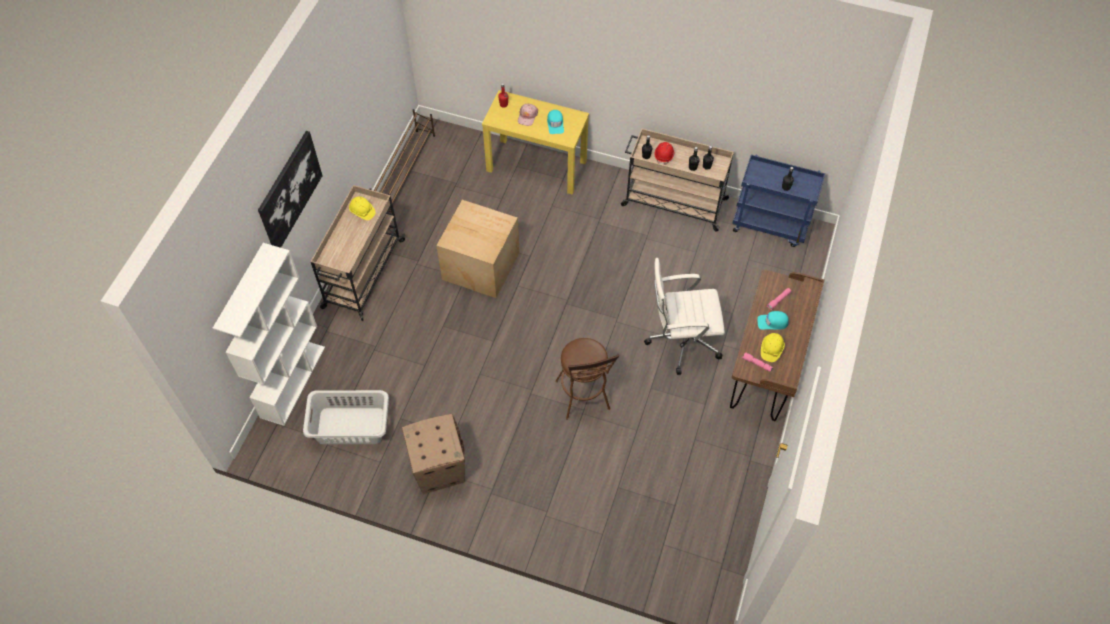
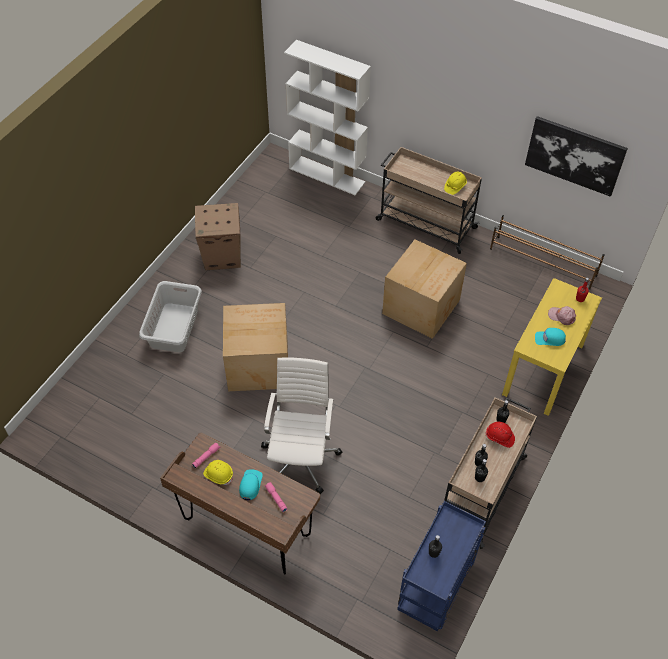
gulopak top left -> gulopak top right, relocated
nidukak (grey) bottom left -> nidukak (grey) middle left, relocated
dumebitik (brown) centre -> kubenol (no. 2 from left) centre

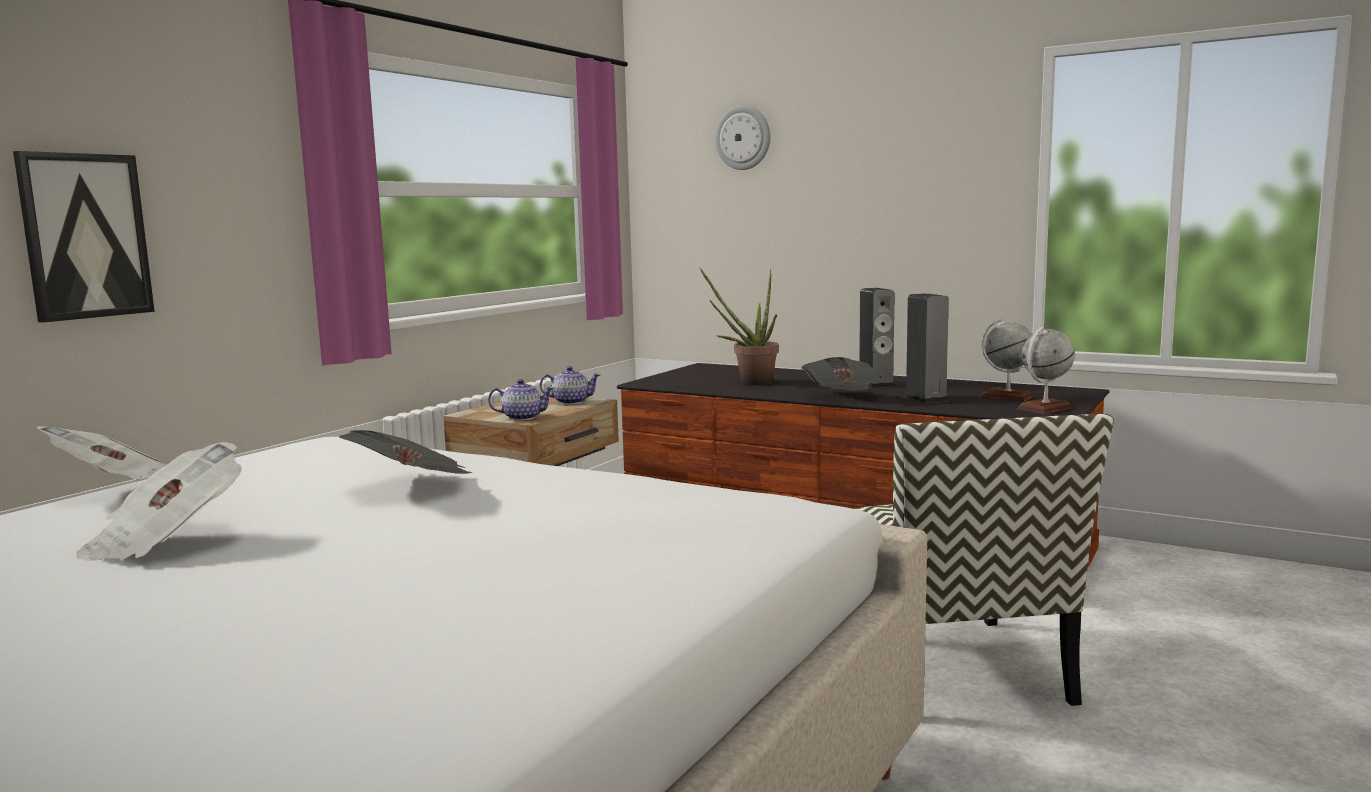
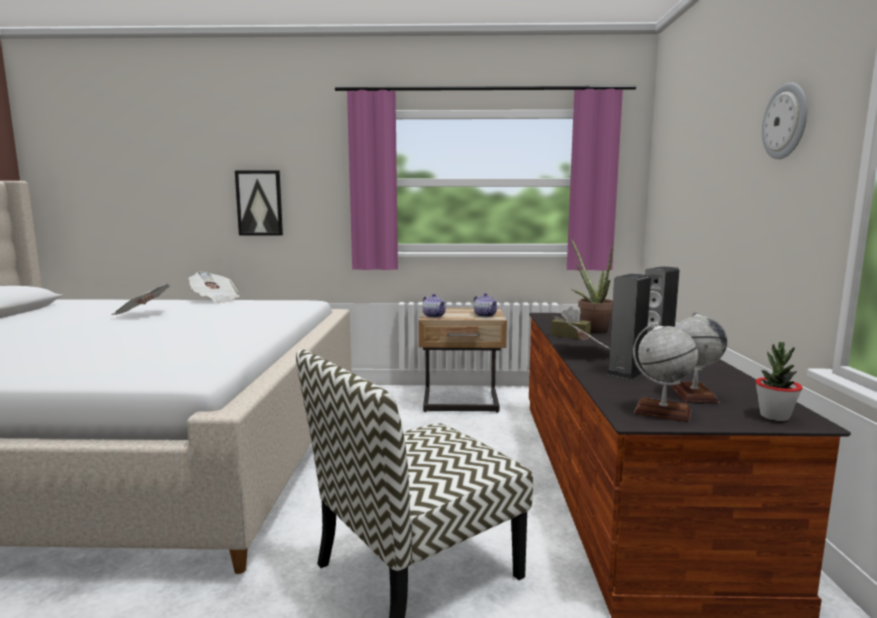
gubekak (no. 3 from left) middle left -> none
none -> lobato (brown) centre
none -> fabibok (no. 2 from left) middle right
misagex top centre -> misagex top right, relocated

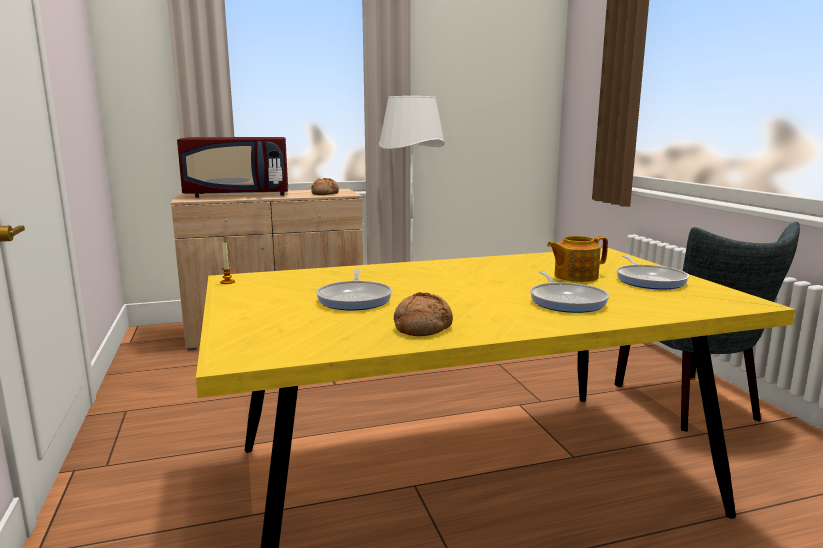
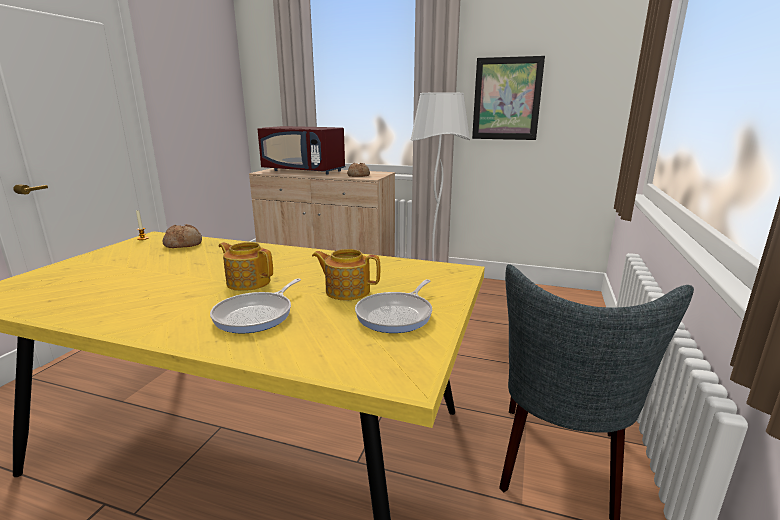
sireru (no. 1 from left) centre -> none
none -> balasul (no. 1 from left) middle left
none -> gulopak top centre
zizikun (no. 2 from left in the first image) centre -> zizikun (no. 1 from left) middle left, relocated

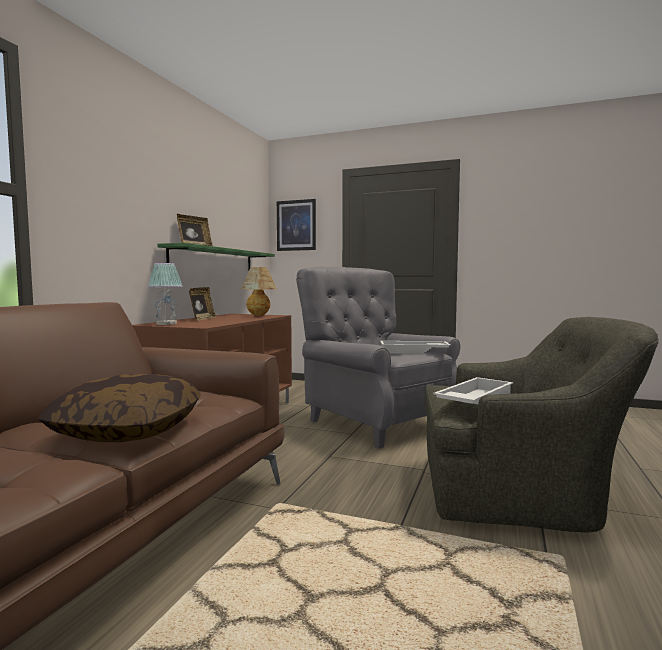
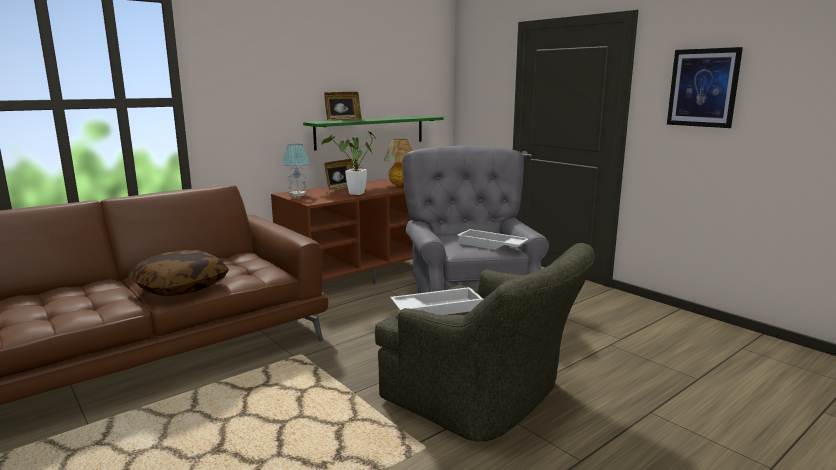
none -> fabibok centre
gulopak centre -> gulopak top right, relocated

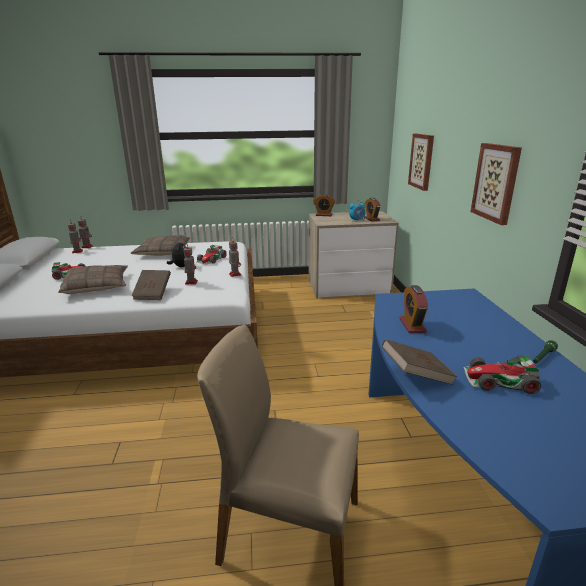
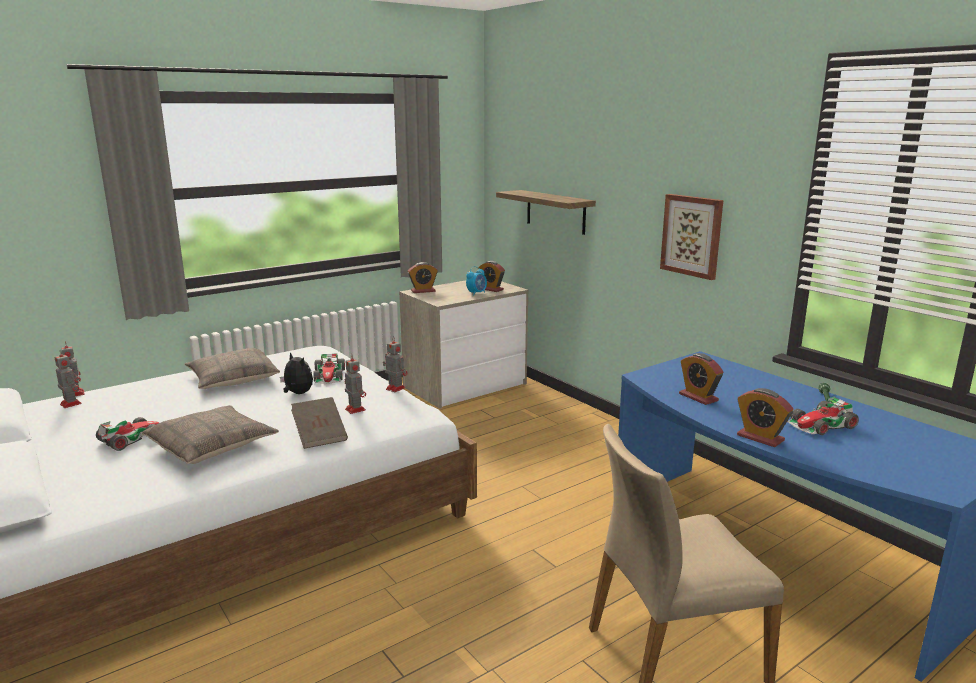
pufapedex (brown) (no. 2 from left) middle right -> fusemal (no. 5 from left) middle right
gulopak (no. 1 from left) top right -> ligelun top centre

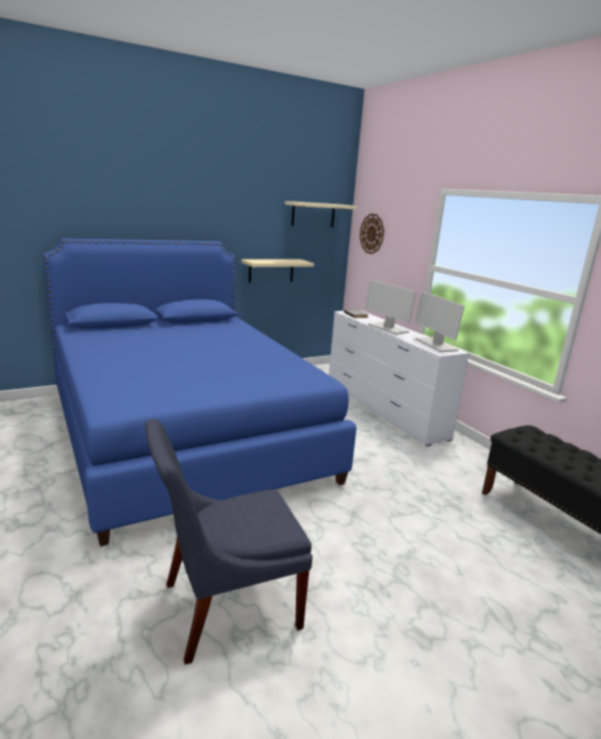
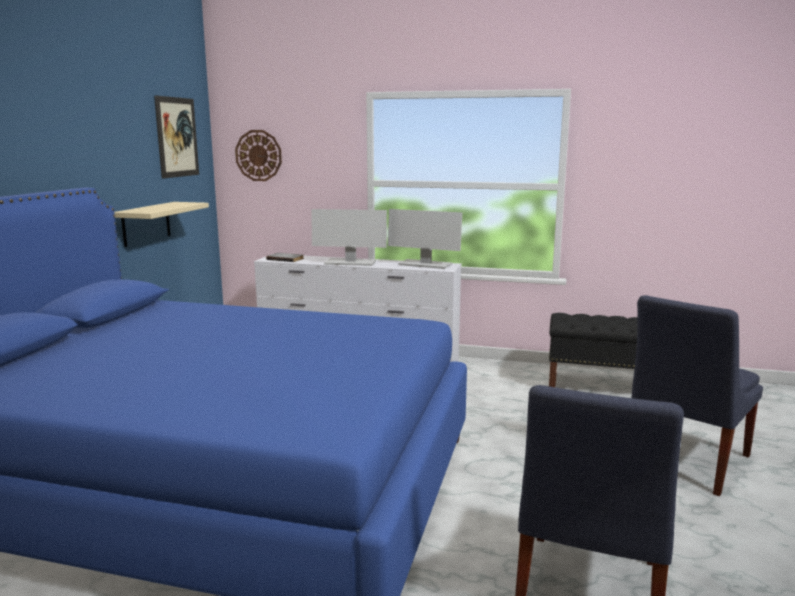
none -> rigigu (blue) (no. 2 from left) middle right
ligelun (beige) (no. 2 from left) top centre -> gulopak top left

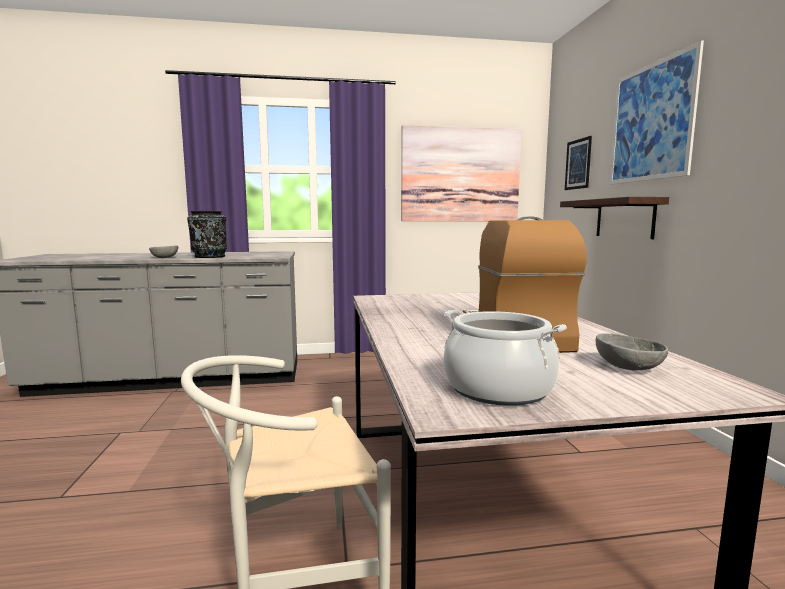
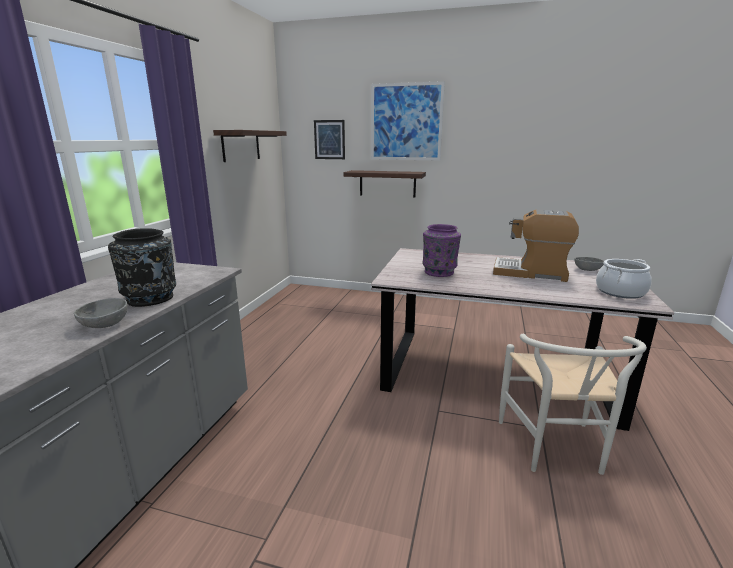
none -> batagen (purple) centre
gulopak (no. 1 from left) top centre -> ligelun (no. 1 from left) top centre

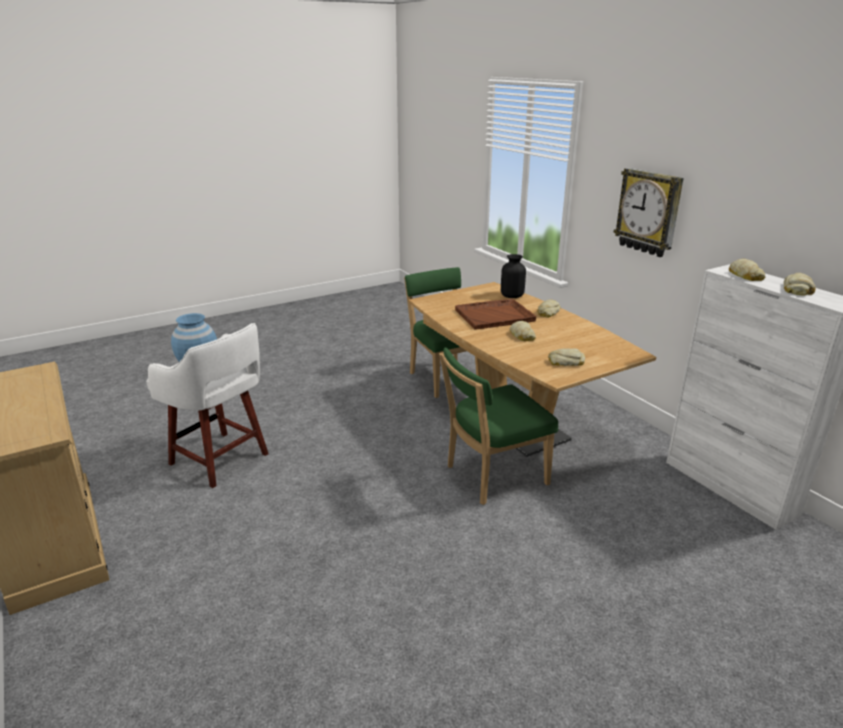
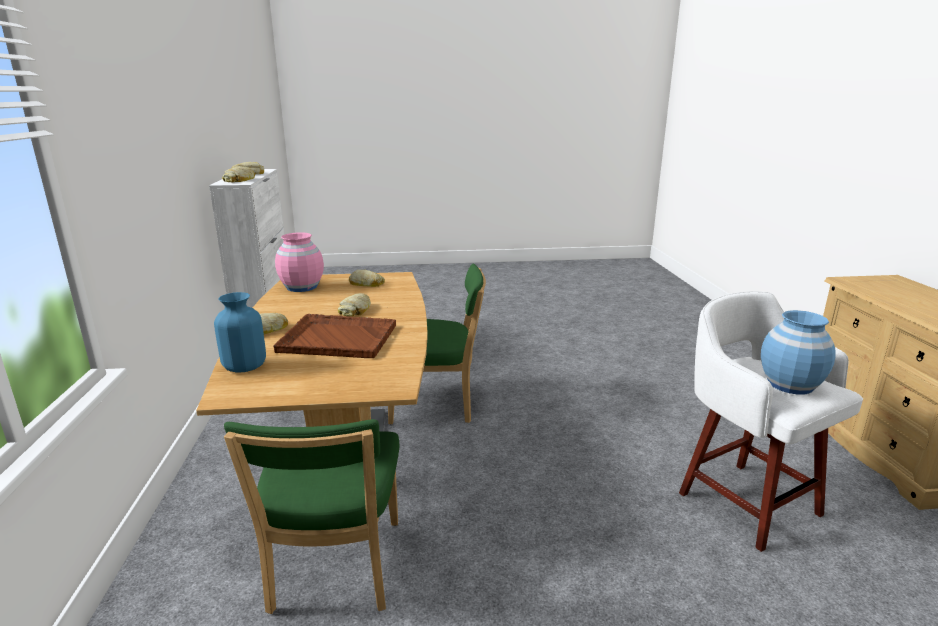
misagex top right -> none
none -> batagen (pink) middle left
batagen (black) centre -> batagen (blue) (no. 1 from left) middle left

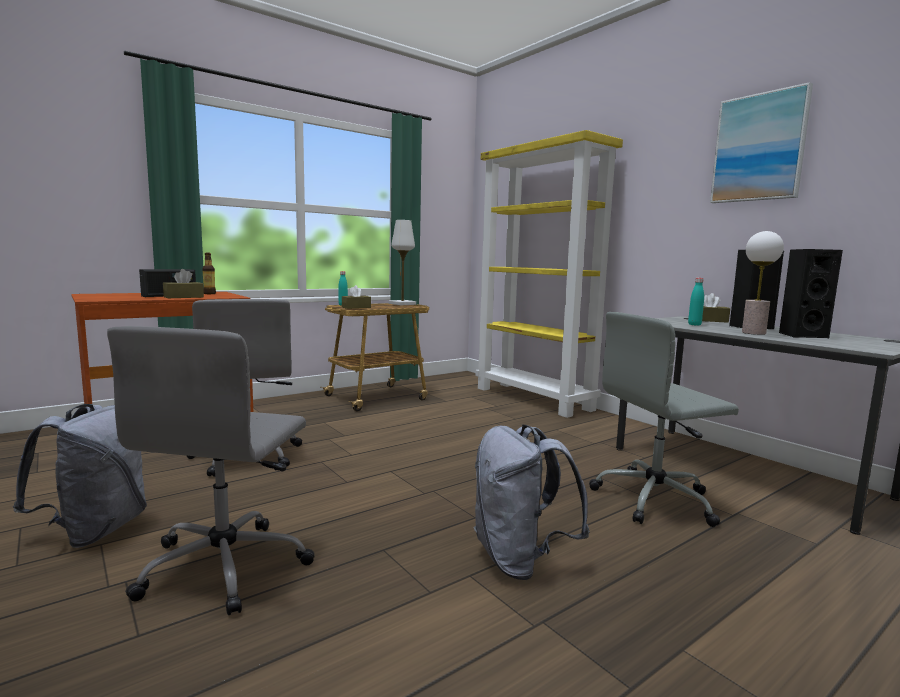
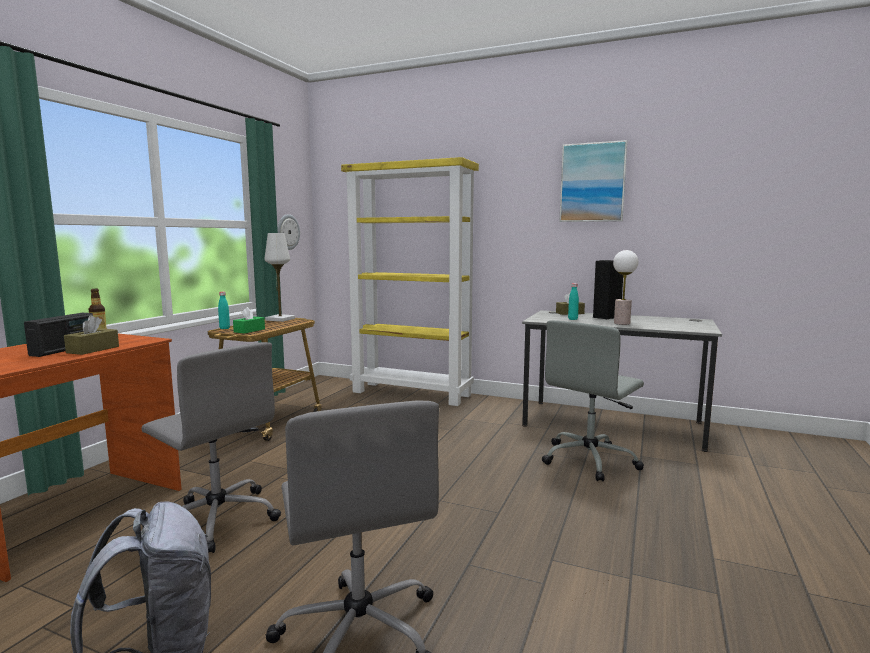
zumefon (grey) (no. 2 from left) bottom centre -> none
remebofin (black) (no. 2 from left) middle right -> none
none -> misagex middle left
lobato (brown) (no. 2 from left) centre -> lobato (green) middle left

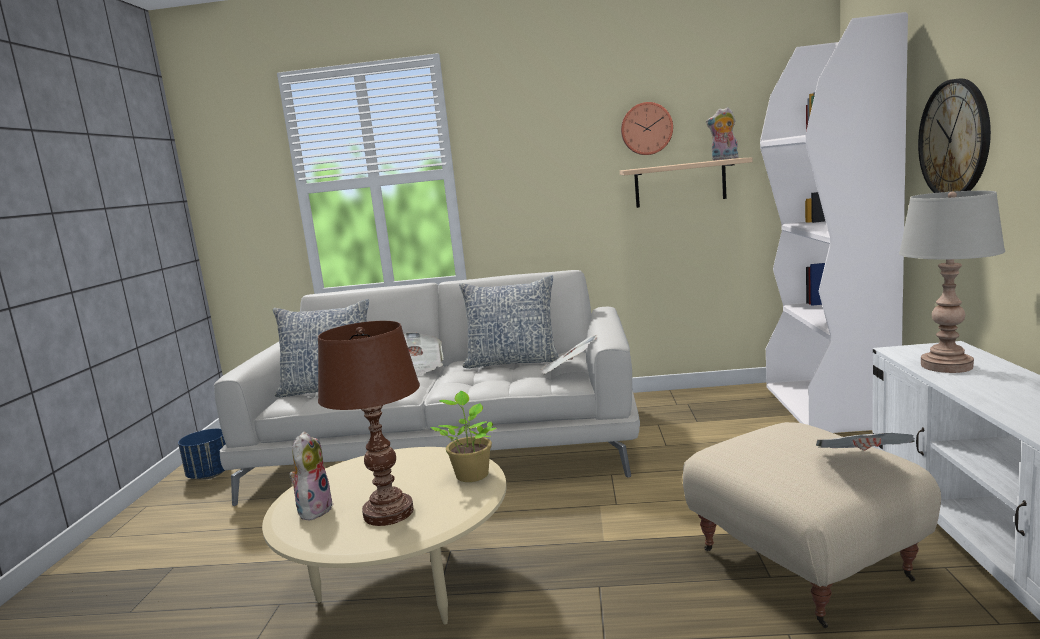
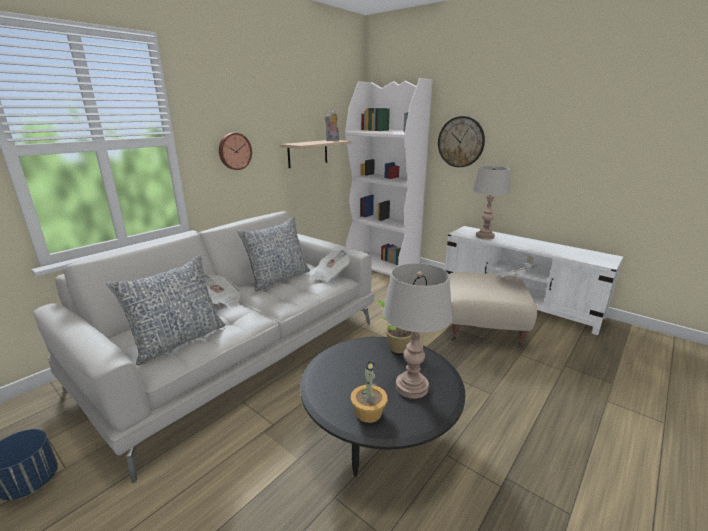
misagex (no. 1 from left) top centre -> misagex (no. 1 from left) top left, relocated
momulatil (no. 1 from left) bottom left -> fabibok (no. 1 from left) bottom centre
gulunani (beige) bottom centre -> gulunani (black) bottom centre
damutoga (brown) centre -> damutoga (grey) (no. 1 from left) centre

